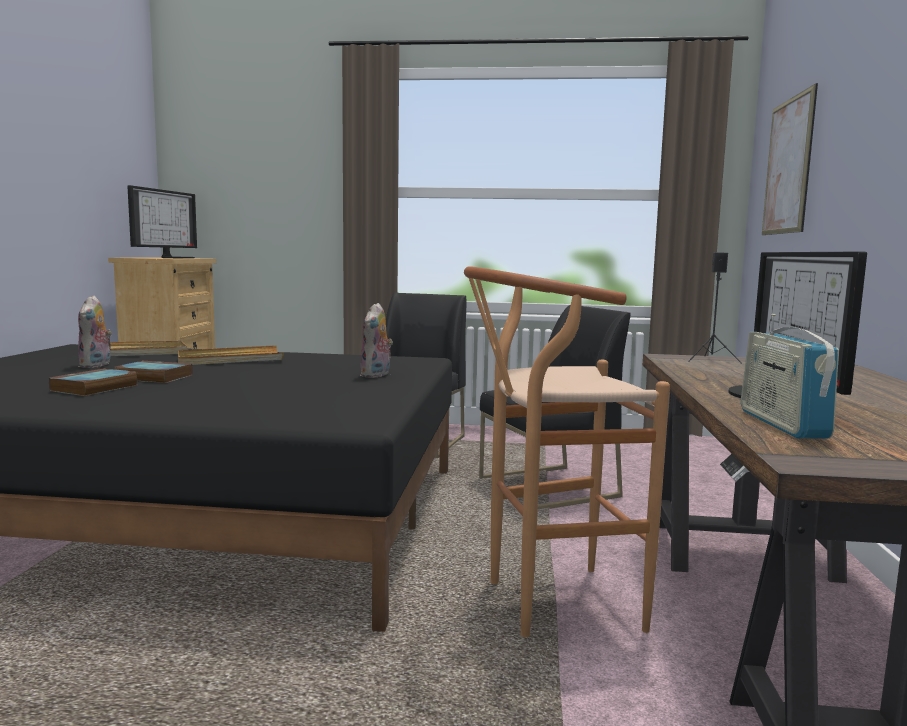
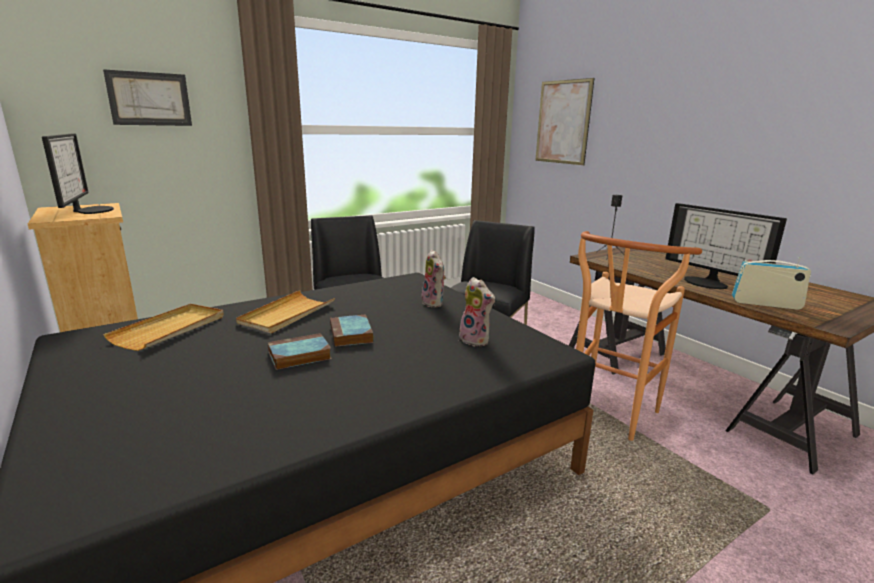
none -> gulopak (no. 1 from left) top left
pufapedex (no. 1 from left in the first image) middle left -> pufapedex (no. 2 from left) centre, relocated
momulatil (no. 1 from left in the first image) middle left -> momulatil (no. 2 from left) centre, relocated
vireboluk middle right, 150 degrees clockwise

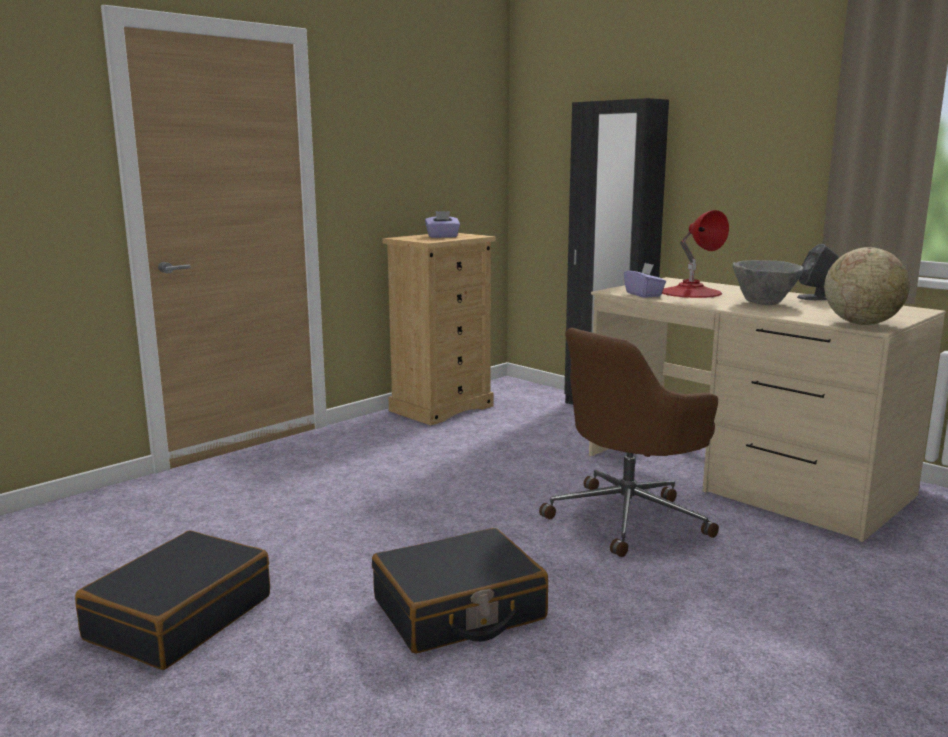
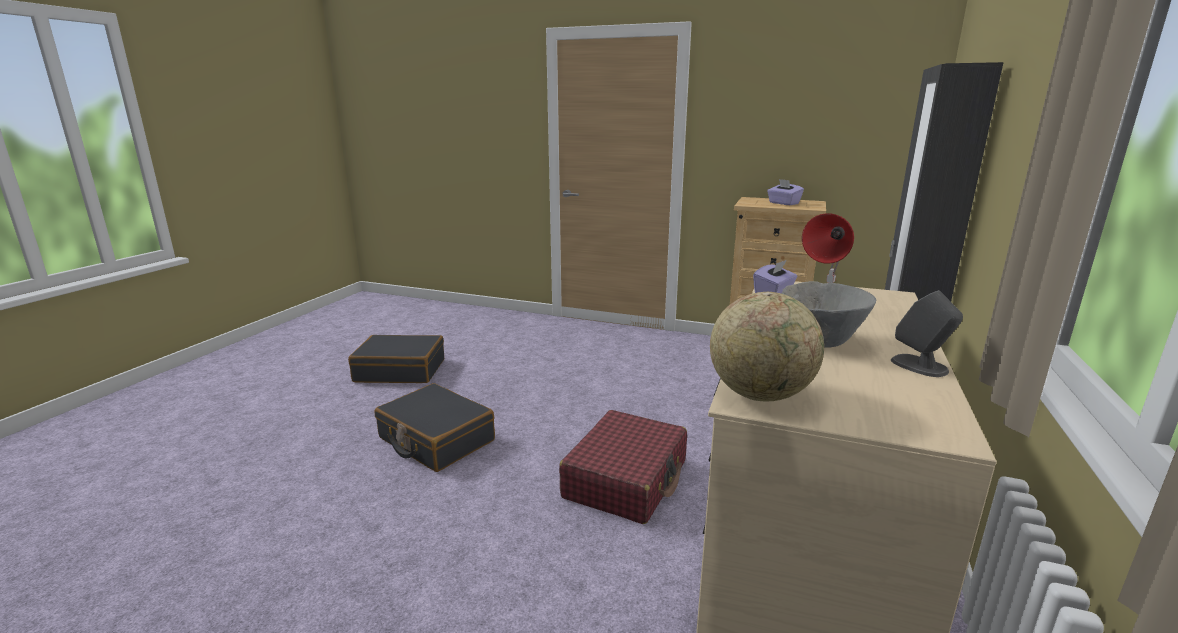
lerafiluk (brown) centre -> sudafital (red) bottom centre

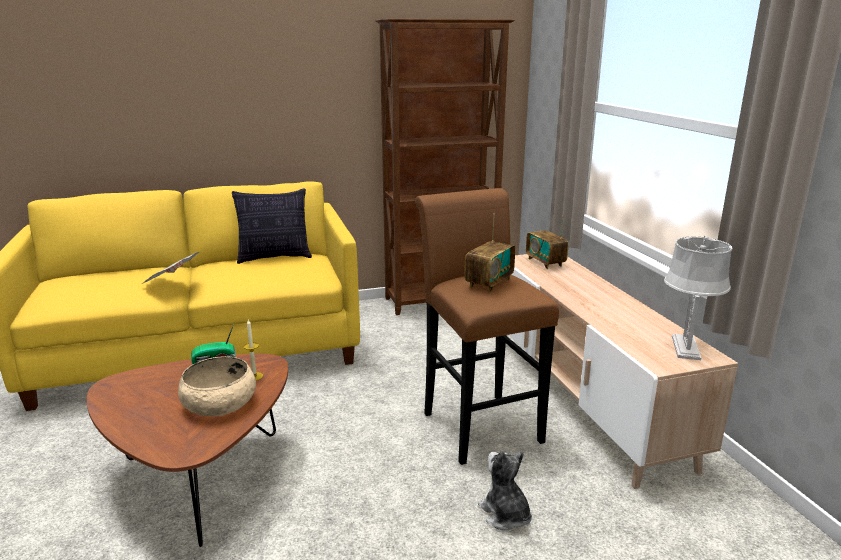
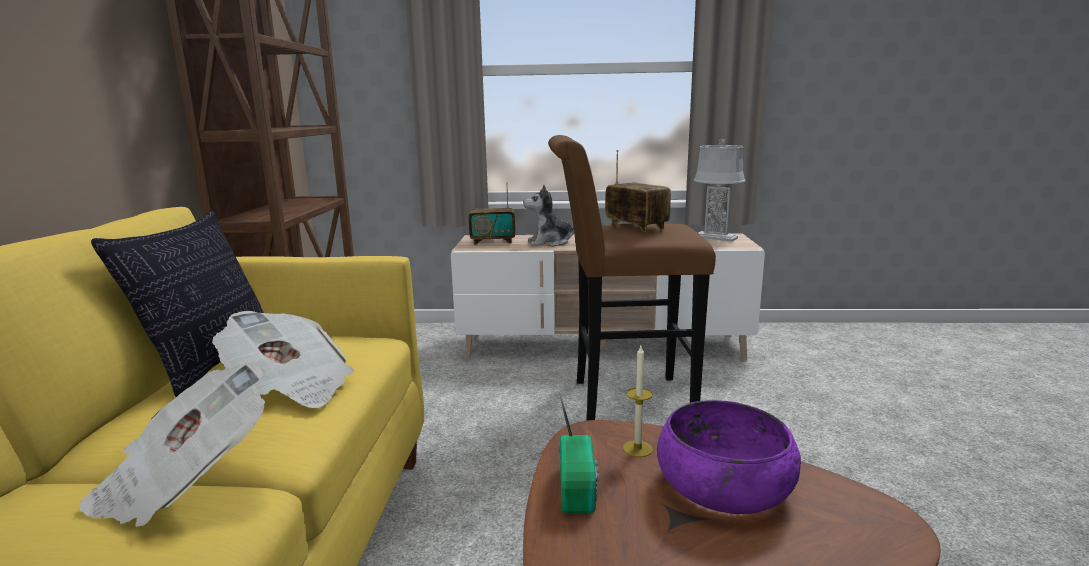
none -> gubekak (no. 2 from left) middle left
momulatil bottom centre -> momulatil centre, relocated
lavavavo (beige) bottom left -> lavavavo (purple) bottom right

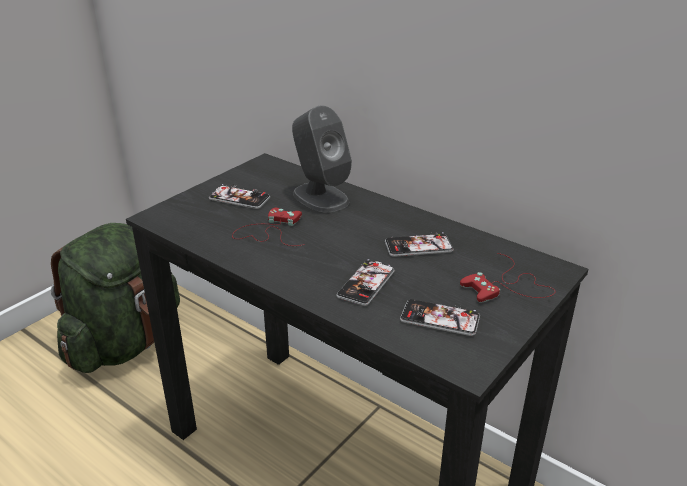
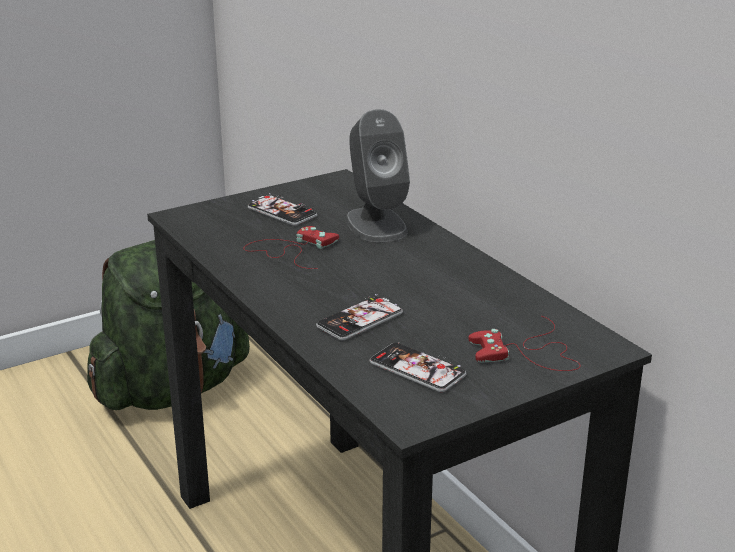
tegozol (no. 3 from left) centre -> none

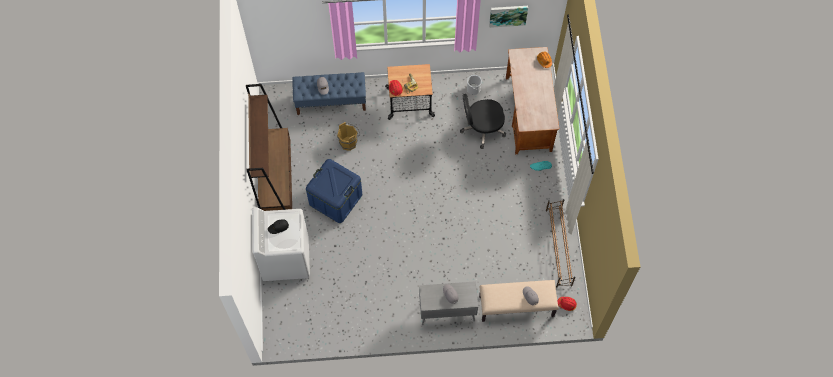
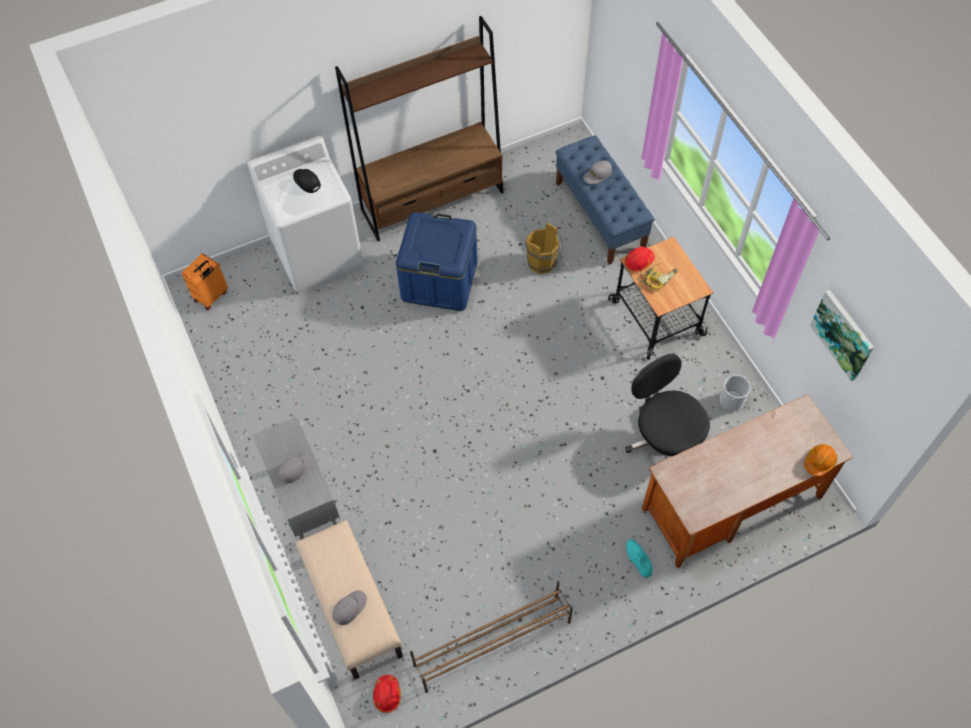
none -> sudafital (orange) middle left

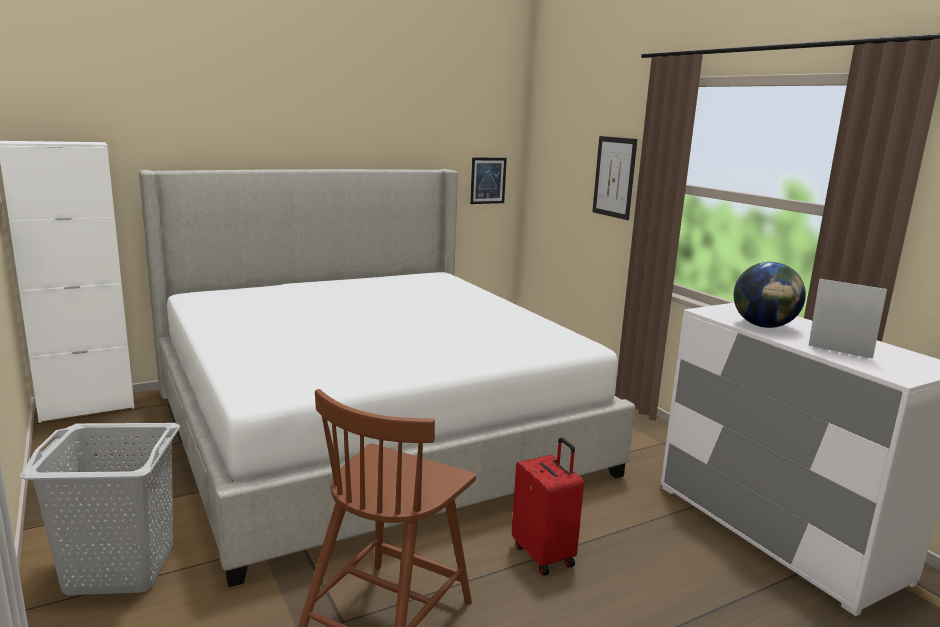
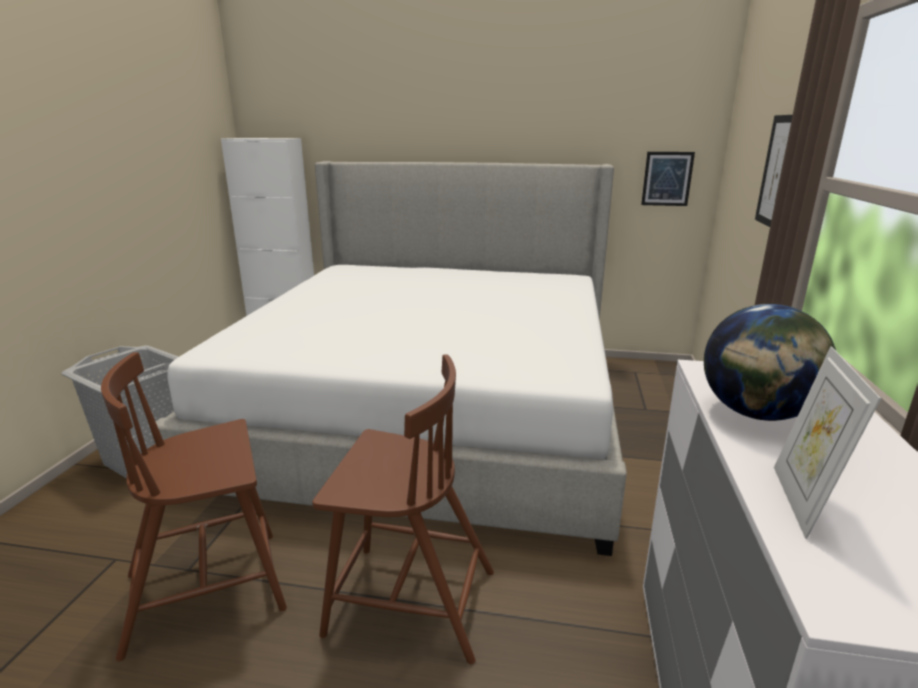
sudafital (red) bottom centre -> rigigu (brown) (no. 2 from left) bottom centre
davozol middle right, 150 degrees counterclockwise

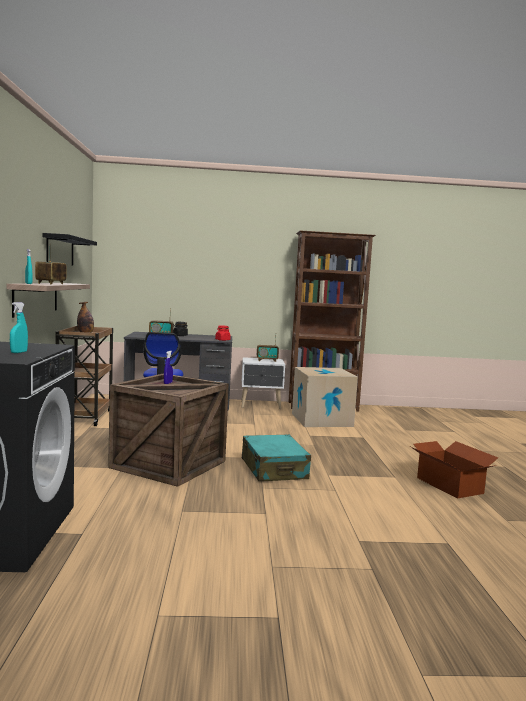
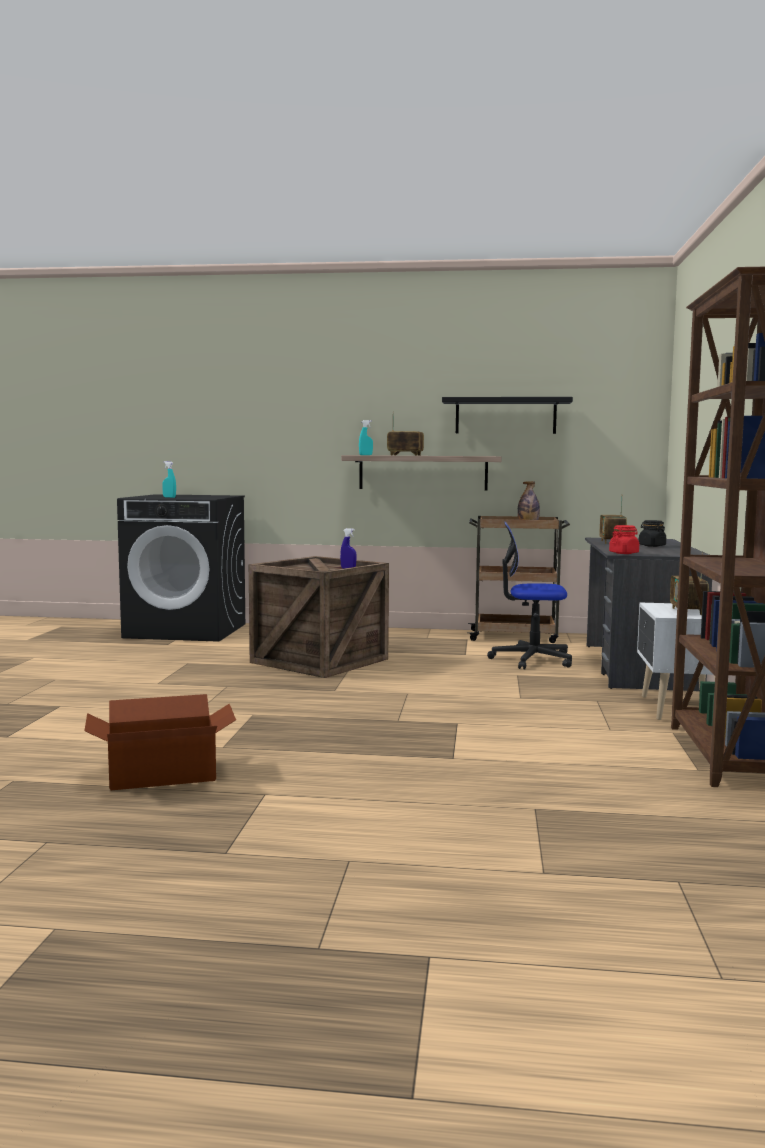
sudafital (turquoise) centre -> none
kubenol (no. 1 from left) centre -> none

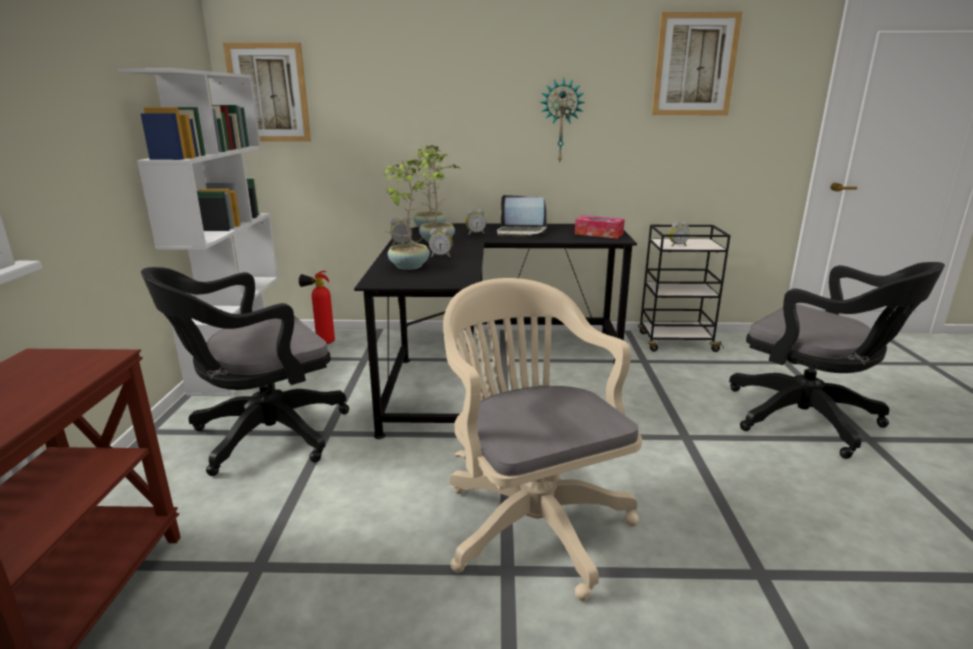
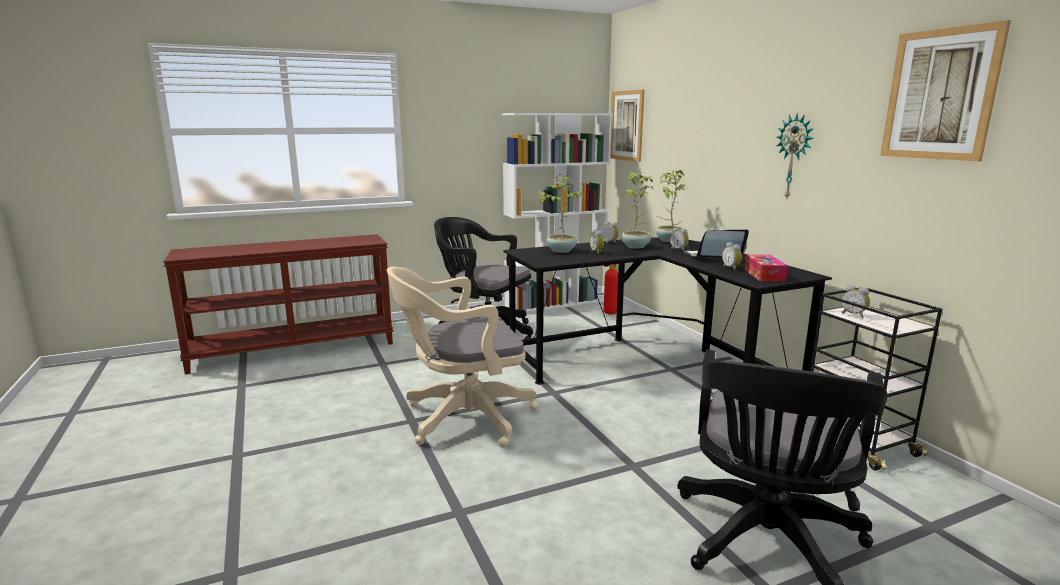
none -> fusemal (no. 4 from left) middle right
lerafiluk (beige) bottom centre -> lerafiluk (beige) centre, 150 degrees counterclockwise
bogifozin top centre -> bogifozin middle right, 90 degrees clockwise

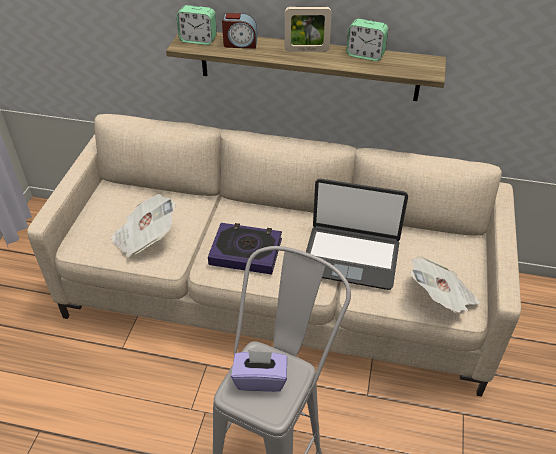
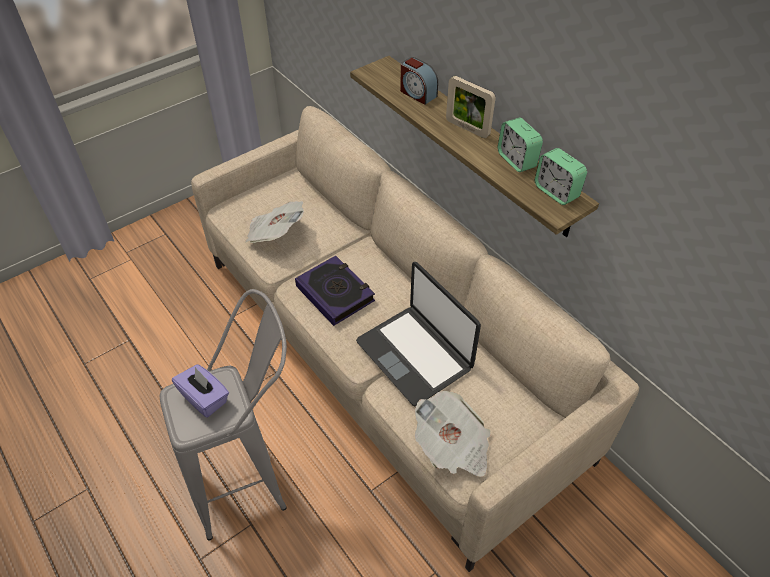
fusemal (no. 1 from left in the first image) top centre -> fusemal (no. 3 from left) top right, relocated

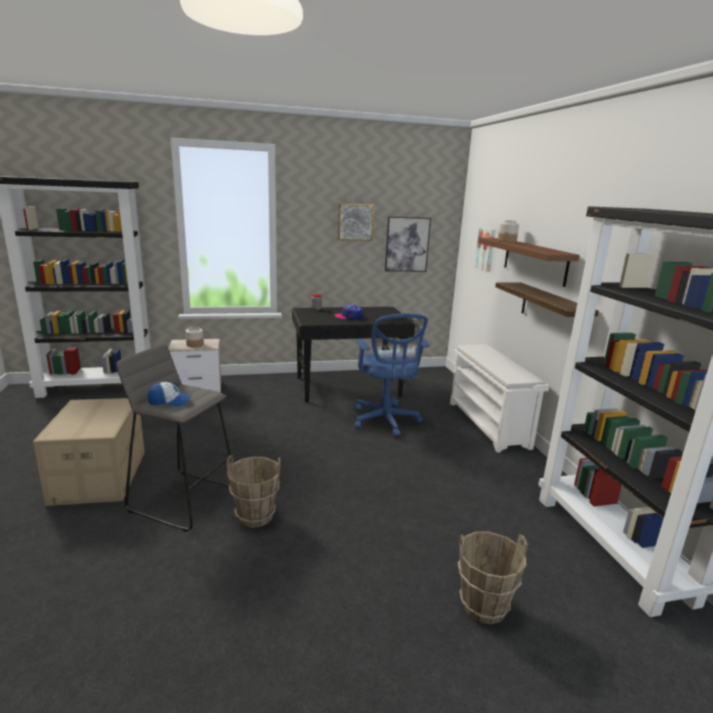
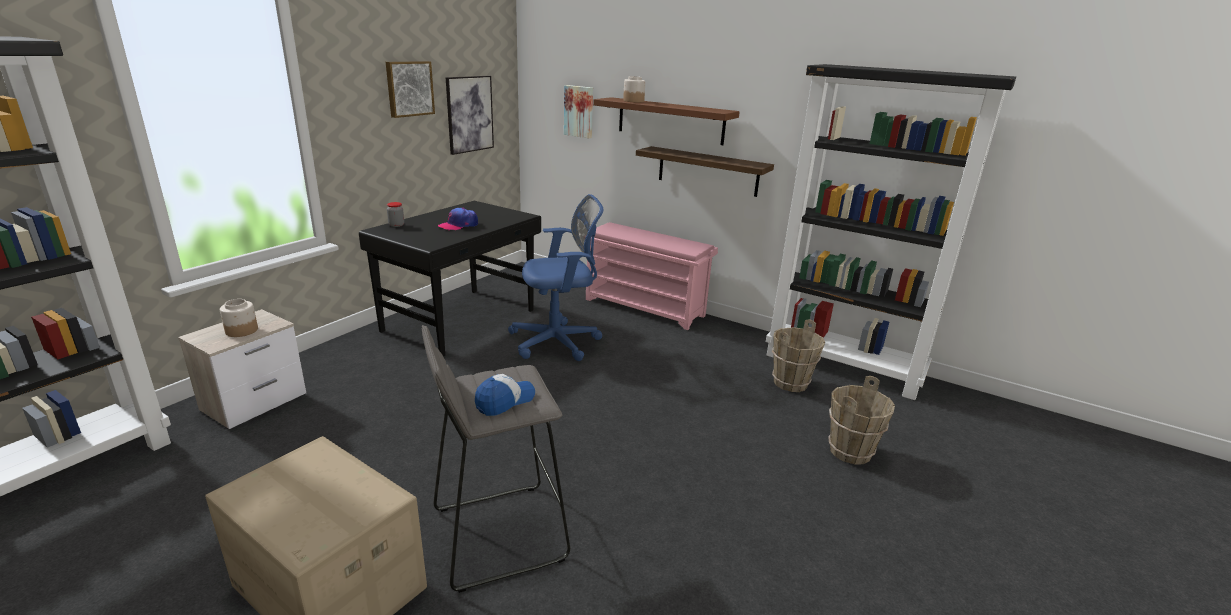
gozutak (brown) (no. 1 from left) bottom centre -> gozutak (brown) (no. 1 from left) centre, relocated
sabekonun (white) middle right -> sabekonun (pink) centre
lerafiluk (blue) centre, 45 degrees counterclockwise

